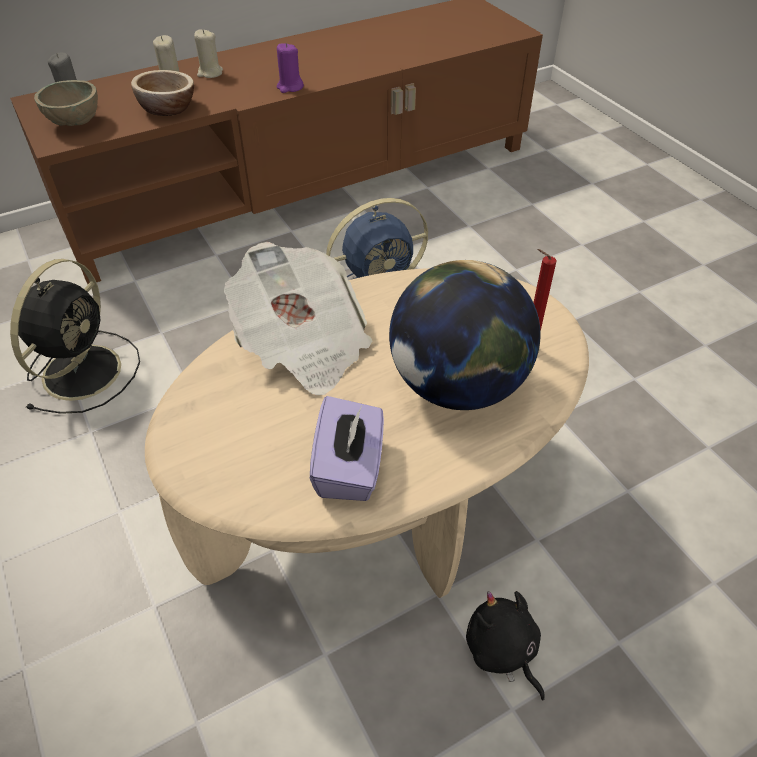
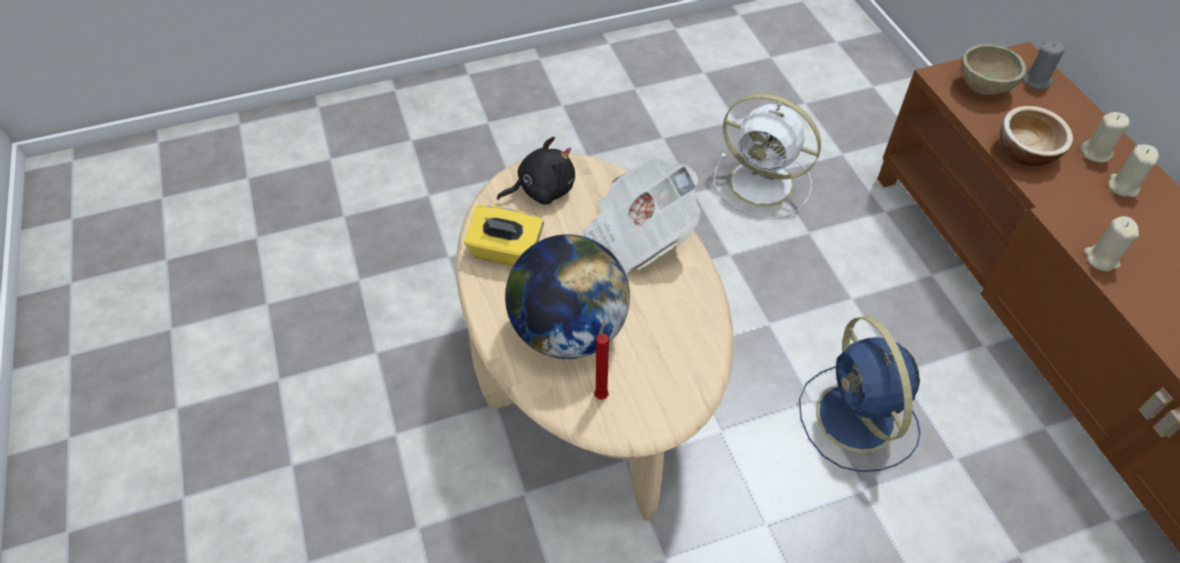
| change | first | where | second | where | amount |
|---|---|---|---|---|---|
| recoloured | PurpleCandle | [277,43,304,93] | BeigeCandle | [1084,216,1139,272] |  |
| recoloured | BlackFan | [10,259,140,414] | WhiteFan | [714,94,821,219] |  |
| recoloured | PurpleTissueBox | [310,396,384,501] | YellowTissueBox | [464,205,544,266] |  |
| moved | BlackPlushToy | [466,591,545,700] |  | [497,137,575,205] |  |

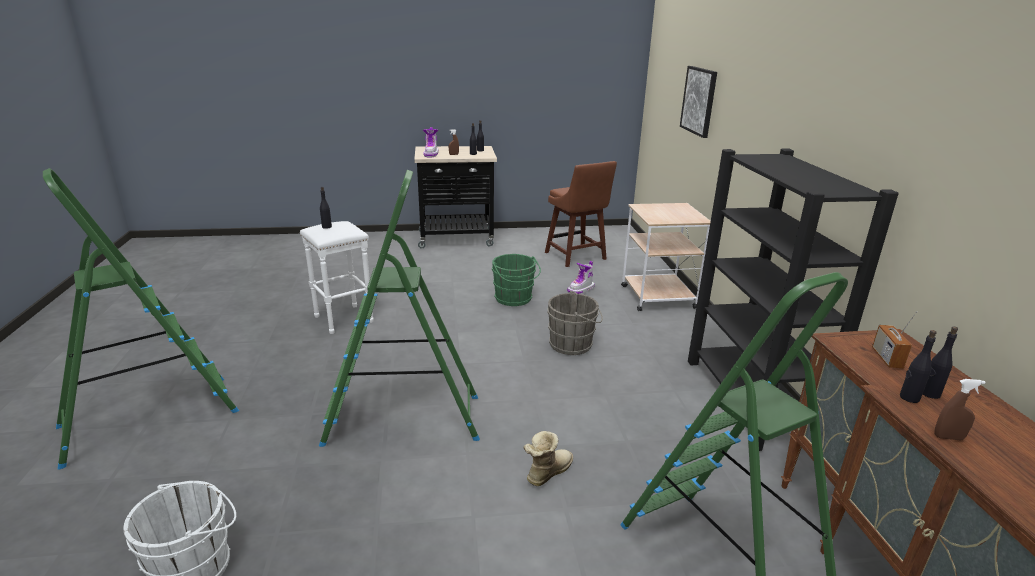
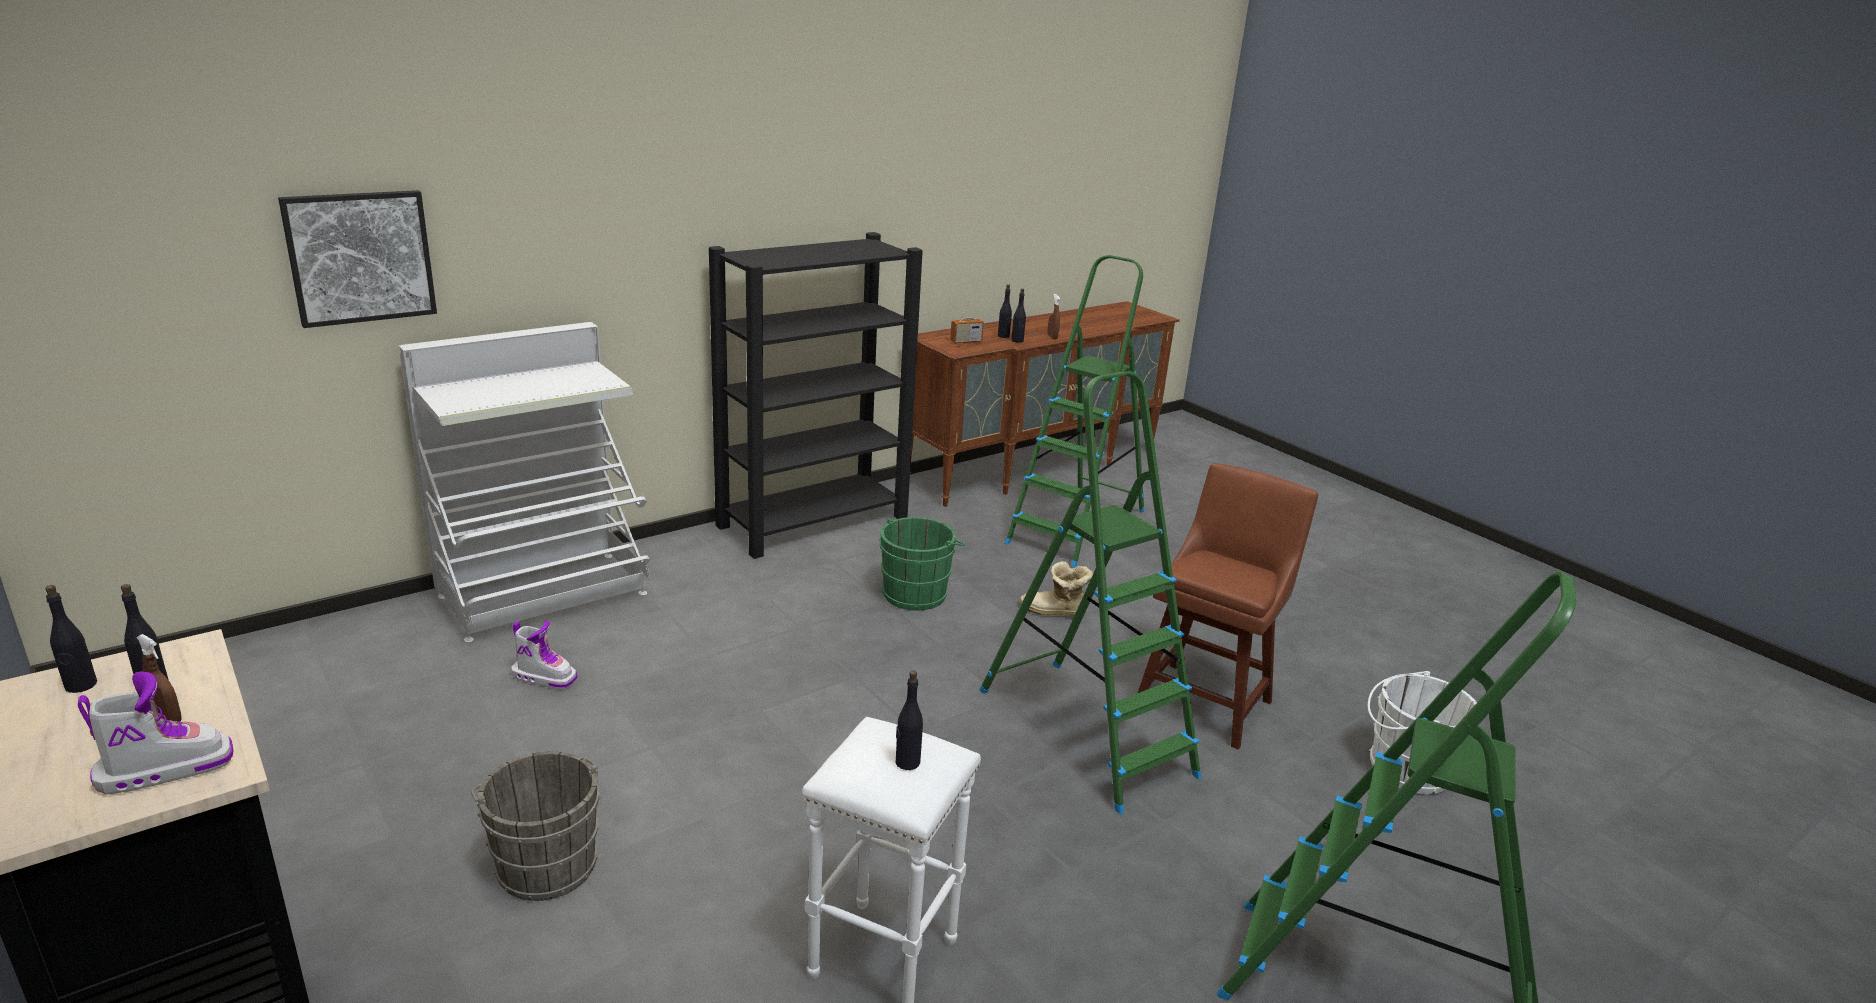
| change | first | where | second | where | amount |
|---|---|---|---|---|---|
| moved | BrownChair | [545,161,617,267] |  | [1138,463,1318,750] |  |
| replaced | BeigeCart | [621,203,711,311] | WhiteShoeRack | [398,322,650,642] |  |
| moved | GreenBucket | [492,254,541,306] |  | [879,517,965,611] |  |
| moved | GreyBucket | [547,291,603,355] |  | [471,751,600,901] |  |

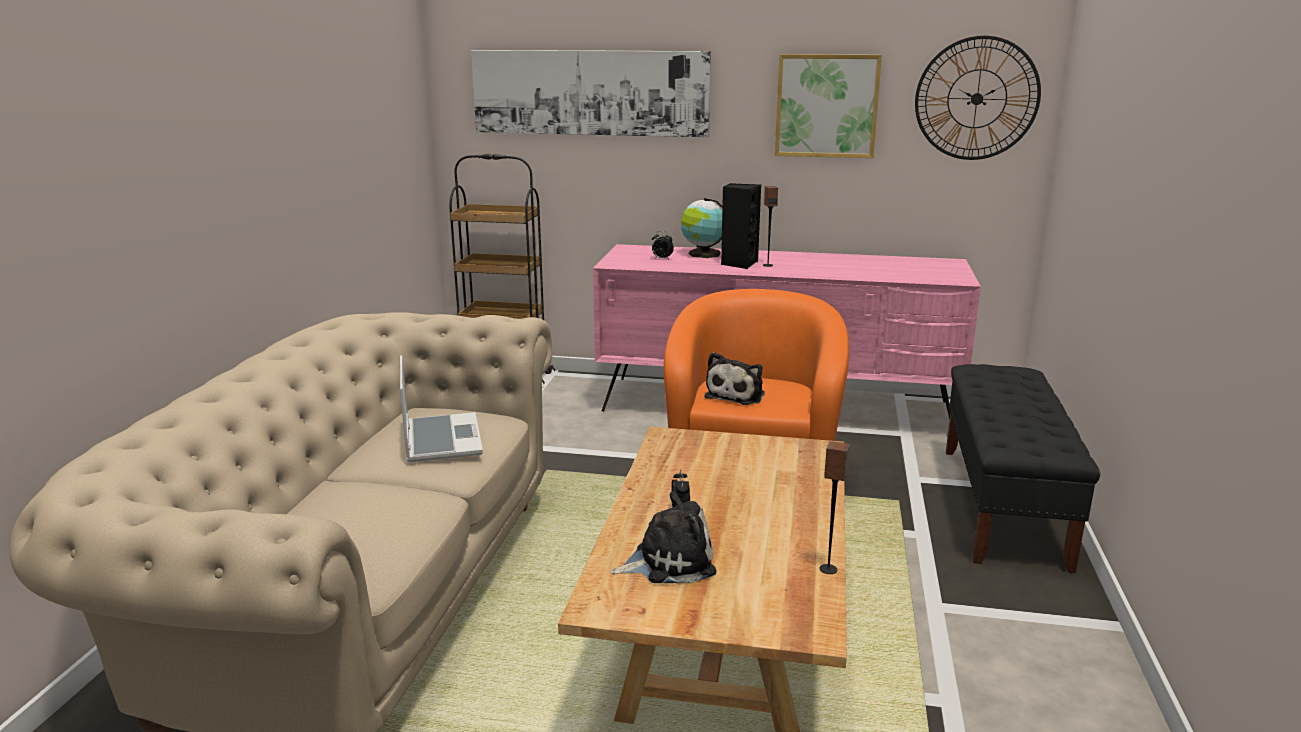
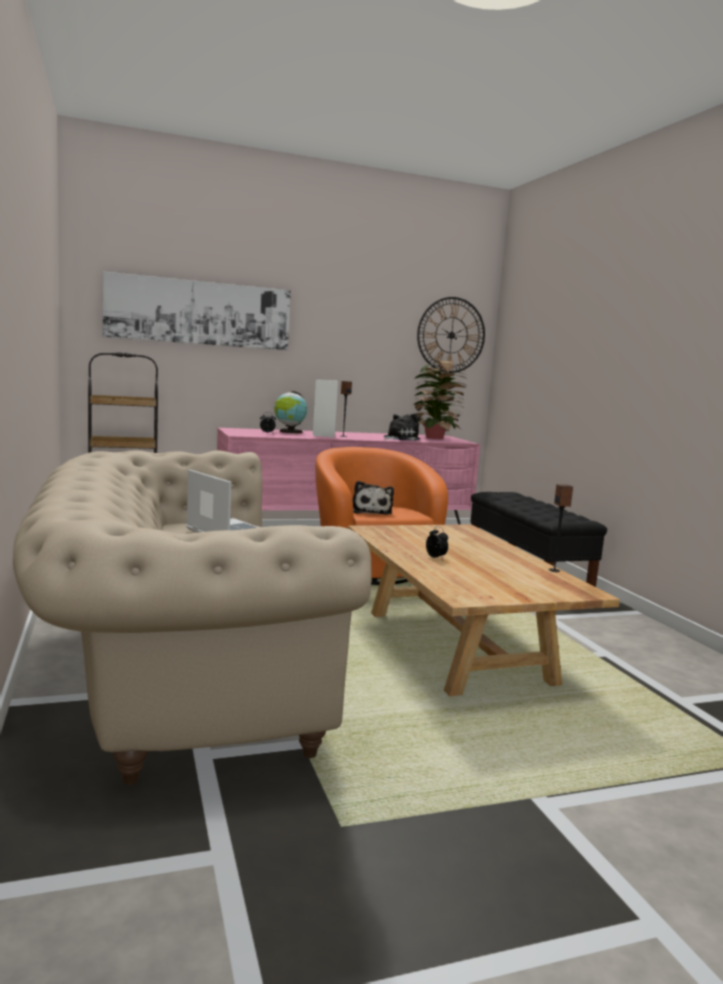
| change | first | where | second | where | amount |
|---|---|---|---|---|---|
| removed | Picture | [775,54,882,158] |  |  |  |
| recoloured | BlackSpeaker | [721,183,761,269] | WhiteSpeaker | [313,379,338,438] |  |
| moved | PlushToy | [611,491,717,584] |  | [384,414,420,441] |  |
| added |  |  | PottedPlant | [413,360,467,439] |  |

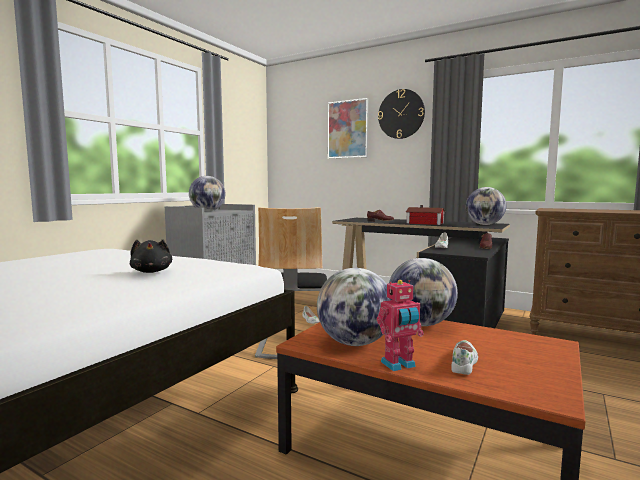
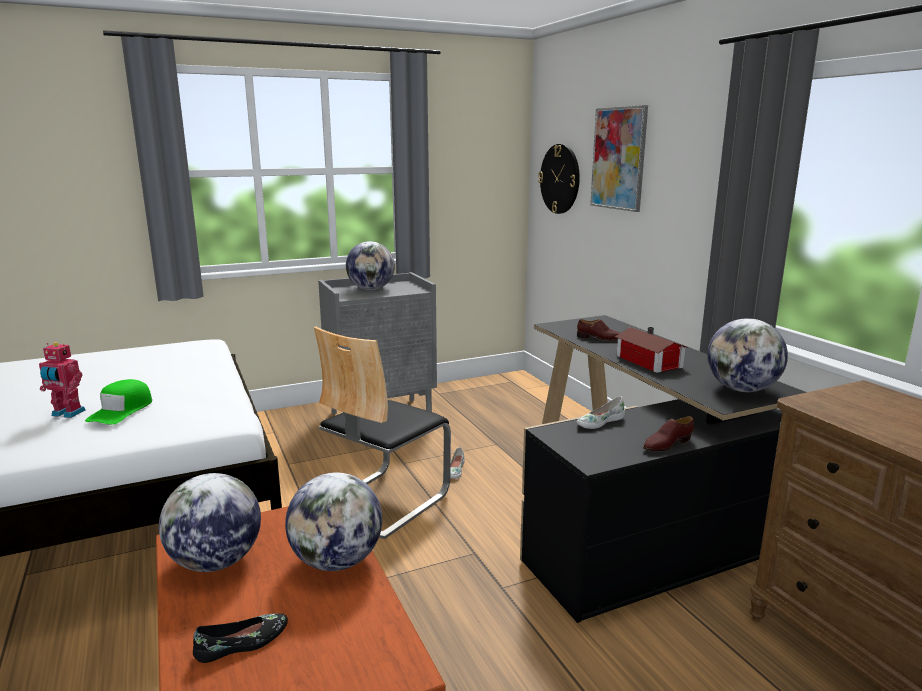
| change | first | where | second | where | amount |
|---|---|---|---|---|---|
| moved | WallClock | [378,89,425,139] |  | [538,144,580,214] |  |
| replaced | BlackPlushToy | [130,239,172,273] | GreenCap | [85,379,152,425] |  |
| moved | ToyRobot | [377,280,424,371] |  | [39,342,85,418] |  |
| recoloured | WhiteShoe | [451,340,478,375] | BlackShoe | [193,613,288,663] |  |

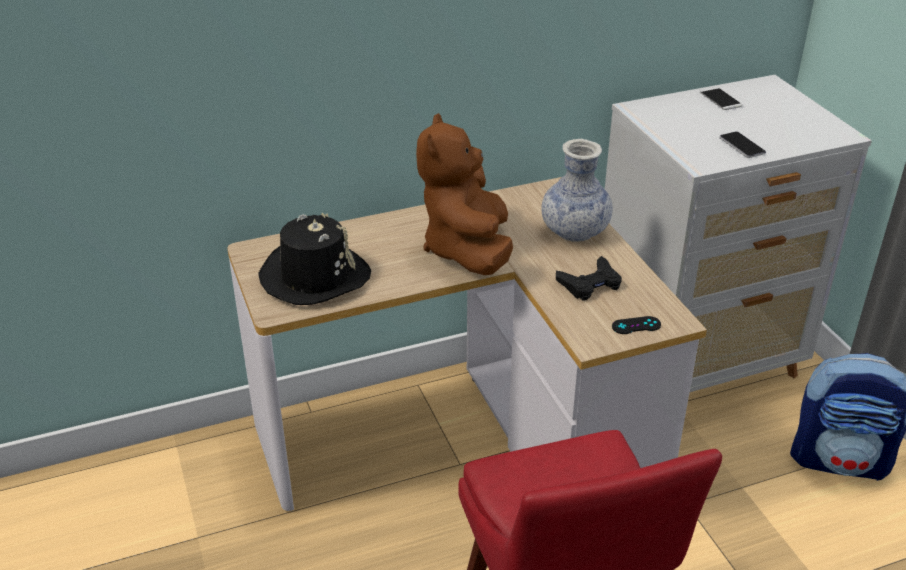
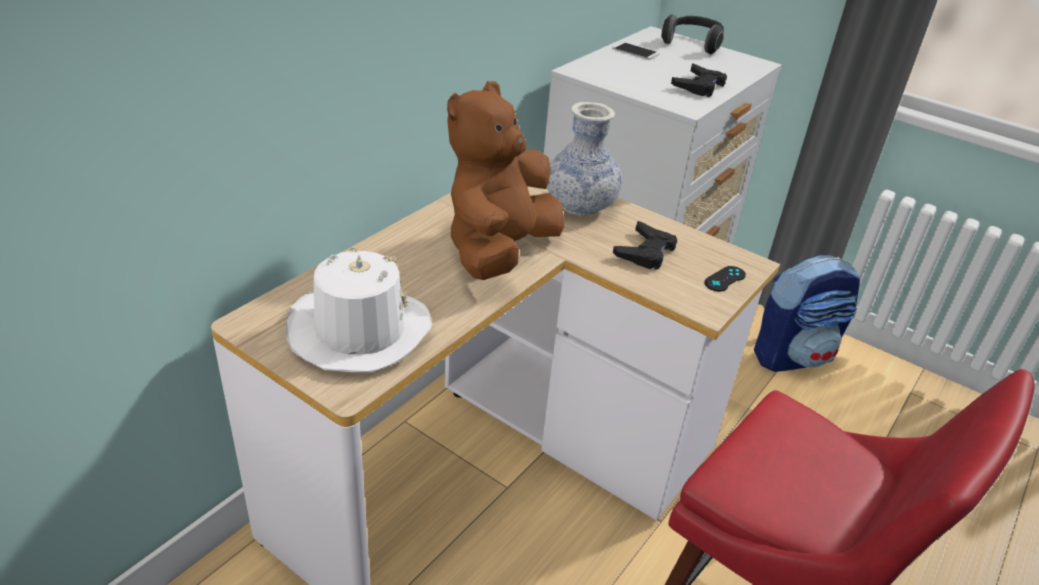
| change | first | where | second | where | amount |
|---|---|---|---|---|---|
| turned | BrownPlushToy | [416,113,513,275] |  | [447,81,564,280] | 60 degrees clockwise |
| replaced | Phone | [719,131,766,158] | BlackGameController | [671,63,727,97] |  |
| recoloured | BlackHat | [258,213,371,305] | WhiteHat | [286,247,432,372] |  |
| added |  |  | Headphones | [661,15,724,54] |  |

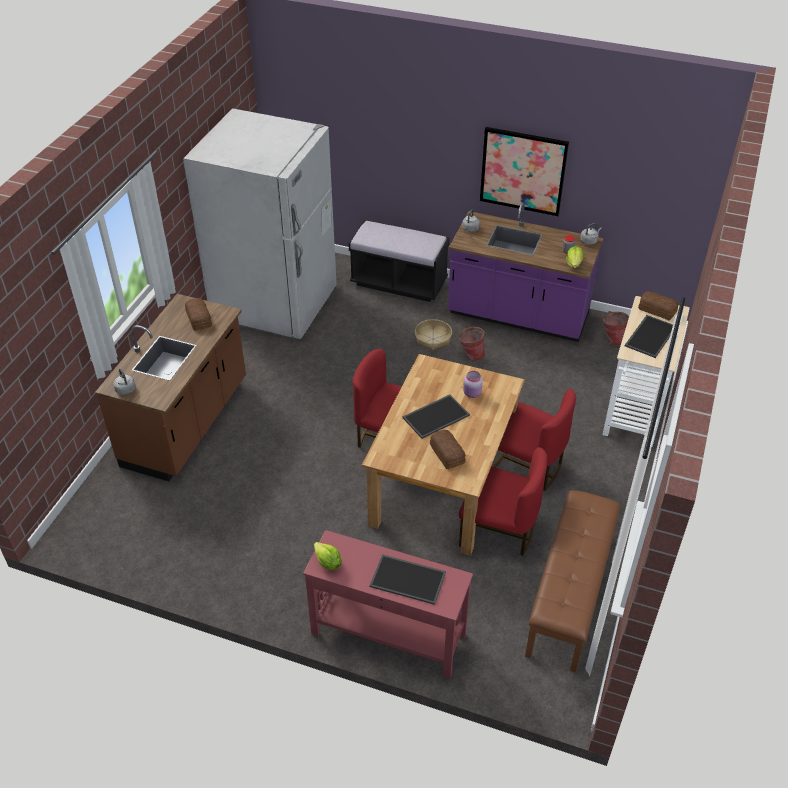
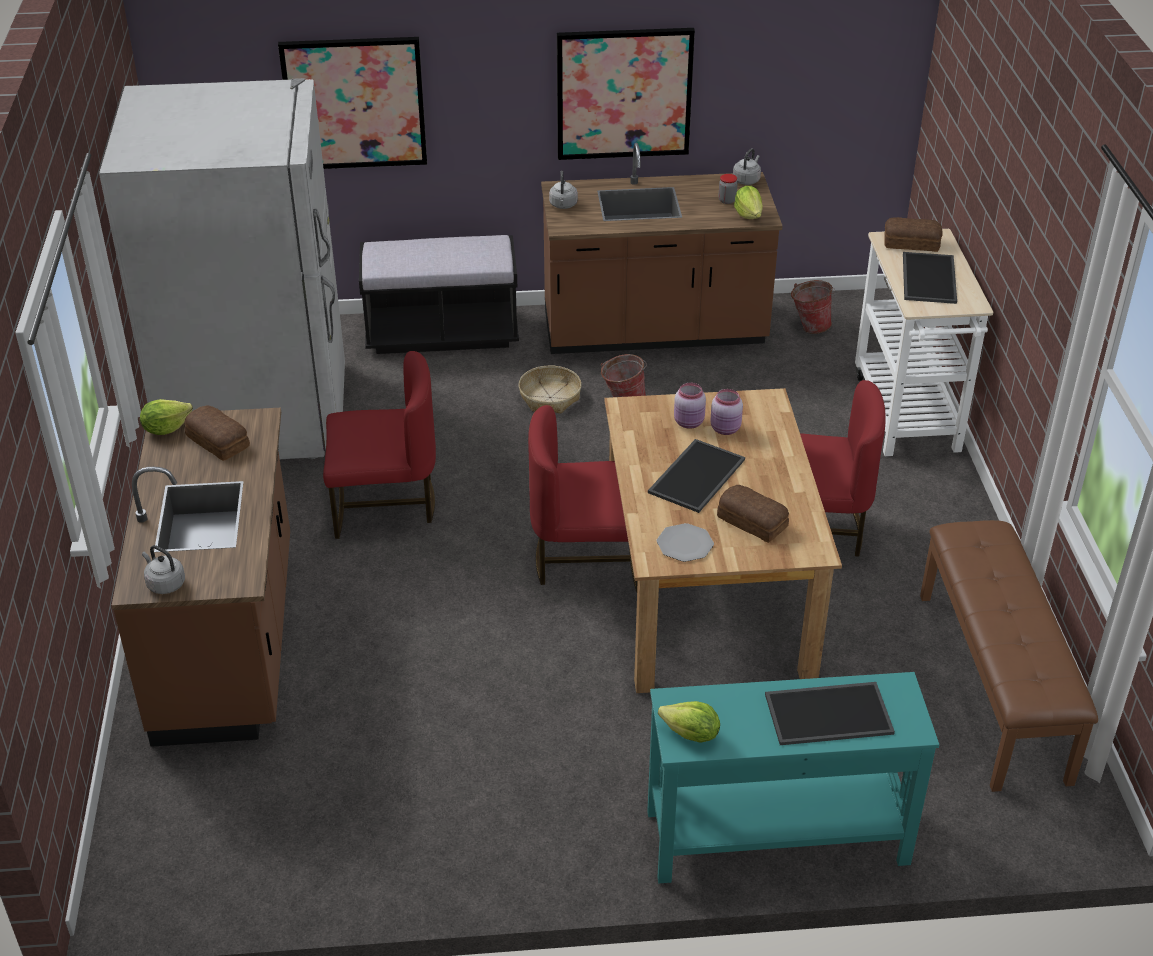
| change | first | where | second | where | amount |
|---|---|---|---|---|---|
| recoloured | PurpleCounter | [448,203,603,342] | BrownCounter | [541,143,782,354] |  |
| moved | RedChair | [459,447,547,556] |  | [323,351,436,539] |  |
| recoloured | RedConsoleTable | [303,530,473,679] | TurquoiseConsoleTable | [647,672,939,883] |  |
| added |  |  | Picture | [278,37,427,169] |  |
| added |  |  | PinkJar | [674,383,706,429] |  |
| added |  |  | Lettuce | [140,399,193,435] |  |
| added |  |  | Plate | [657,523,714,562] |  |

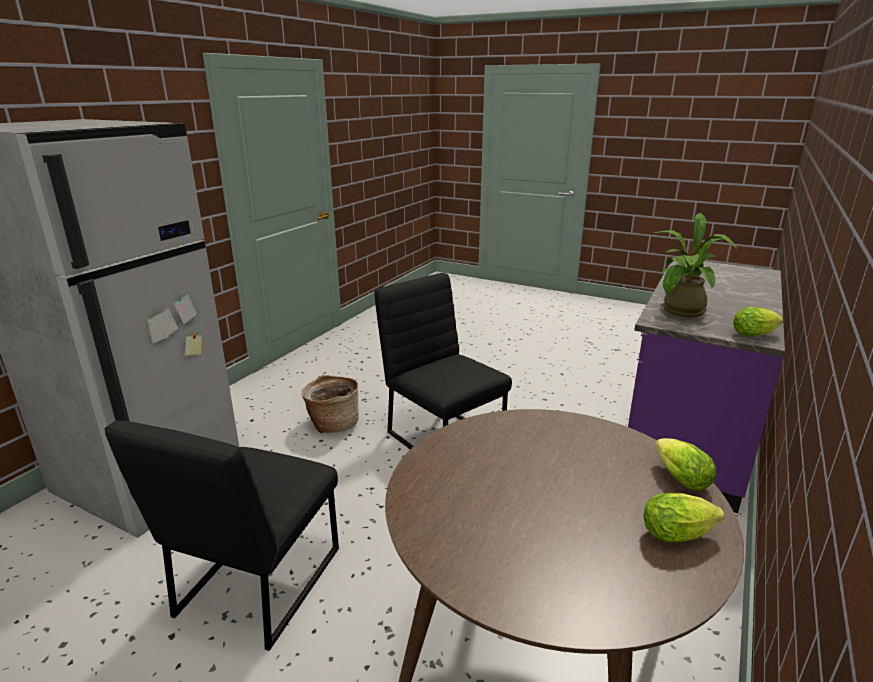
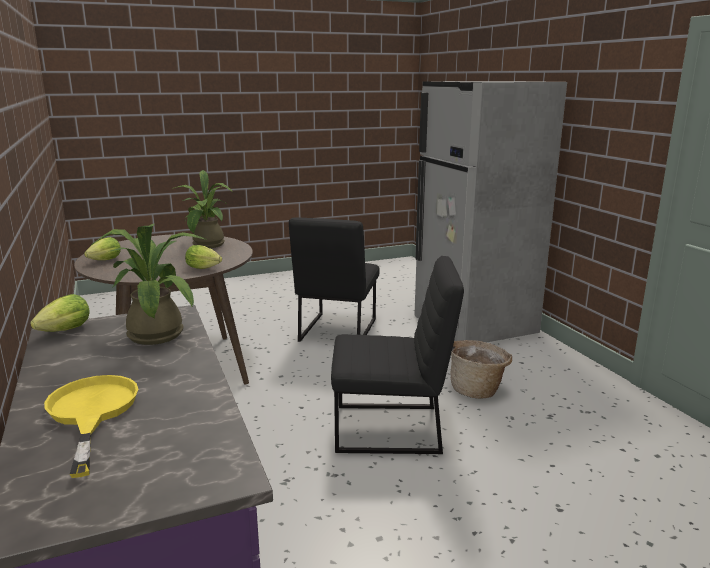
| change | first | where | second | where | amount |
|---|---|---|---|---|---|
| turned | BlackChair | [105,421,339,651] |  | [289,217,380,342] | 135 degrees counterclockwise |
| moved | Lettuce | [655,438,716,491] |  | [185,245,222,269] |  |
| added |  |  | PottedPlant | [172,170,233,248] |  |
| added |  |  | YellowFryingPan | [44,375,138,478] |  |

